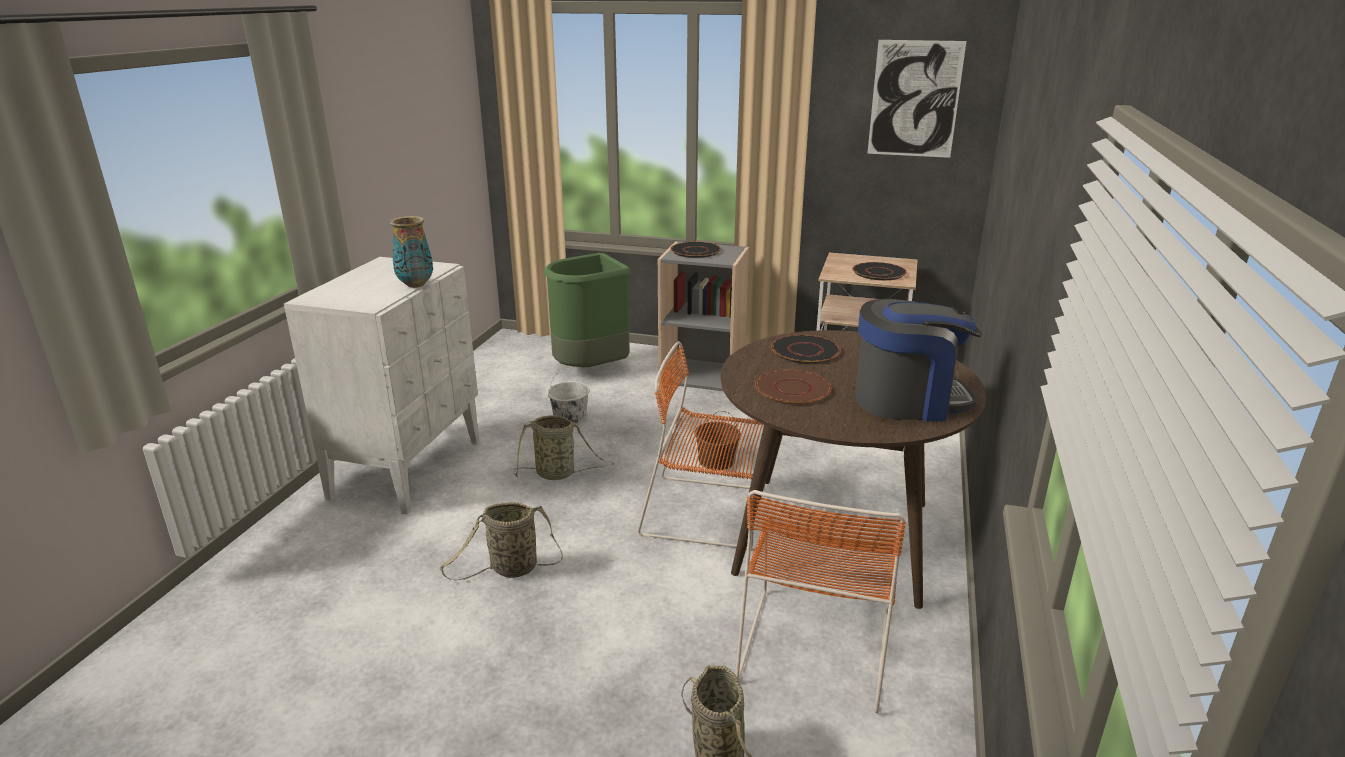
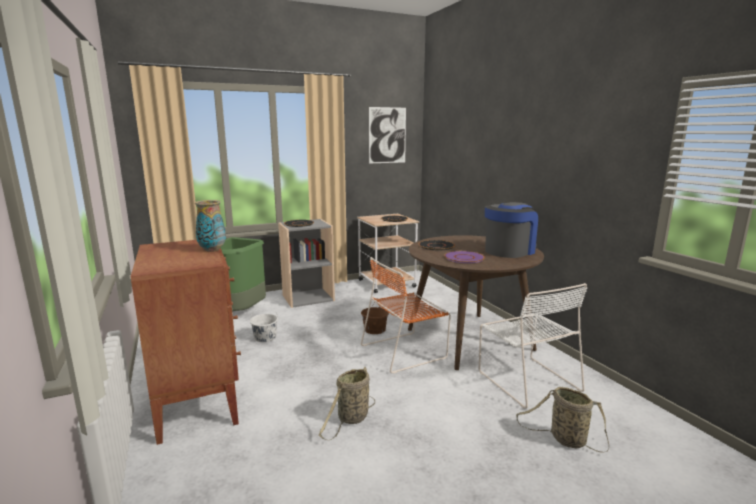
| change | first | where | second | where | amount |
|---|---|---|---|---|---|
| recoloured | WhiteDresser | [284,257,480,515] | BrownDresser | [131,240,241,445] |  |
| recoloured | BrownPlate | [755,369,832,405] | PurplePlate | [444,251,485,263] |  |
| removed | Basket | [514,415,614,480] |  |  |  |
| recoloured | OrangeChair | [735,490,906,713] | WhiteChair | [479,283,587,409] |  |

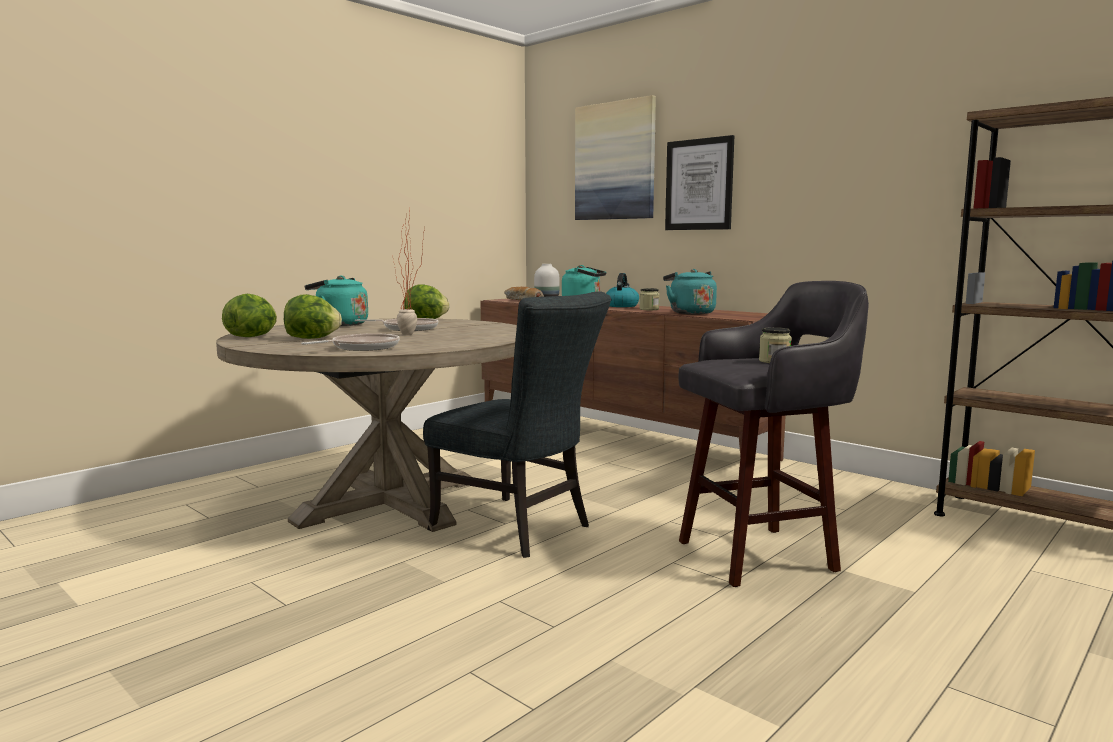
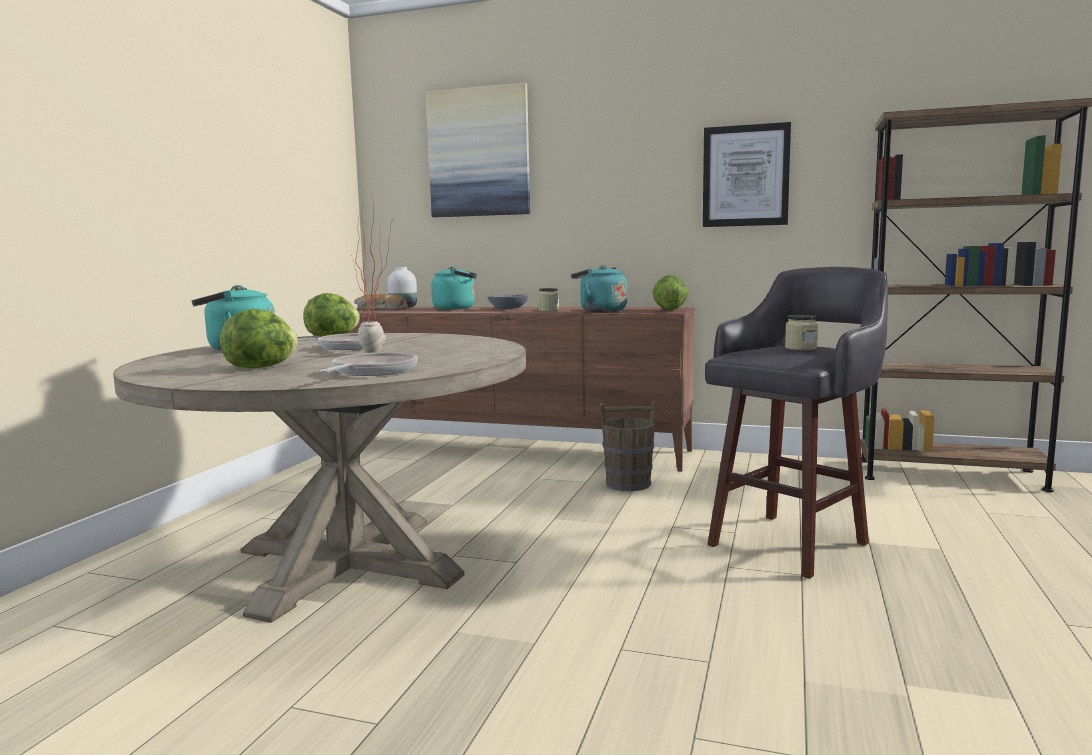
| change | first | where | second | where | amount |
|---|---|---|---|---|---|
| moved | Picture | [665,135,734,230] |  | [703,122,791,227] |  |
| replaced | Kettle | [606,273,639,307] | GreyBowl | [487,294,529,309] |  |
| removed | GreyChair | [423,291,612,558] |  |  |  |
| moved | Lettuce | [222,294,277,337] |  | [653,275,688,311] |  |
| added |  |  | BrownBucket | [598,402,658,491] |  |

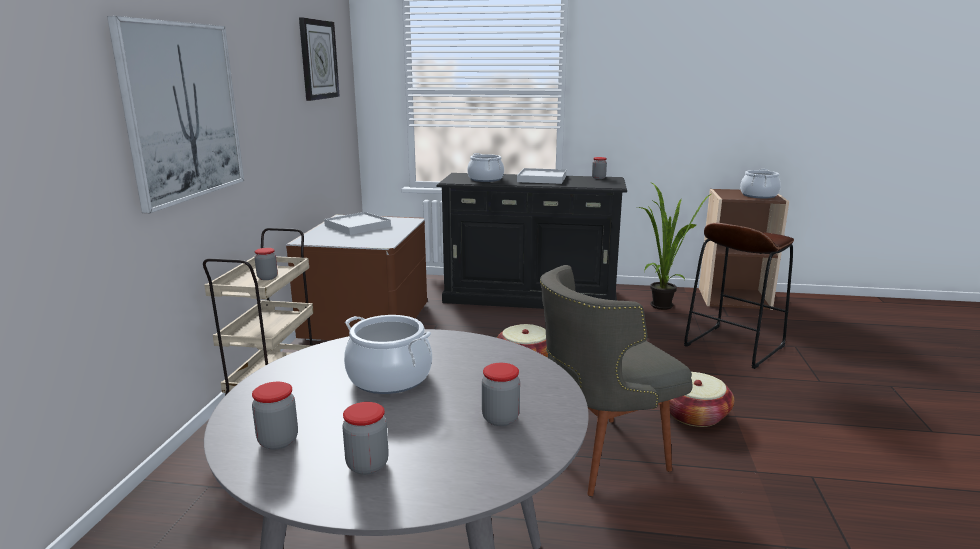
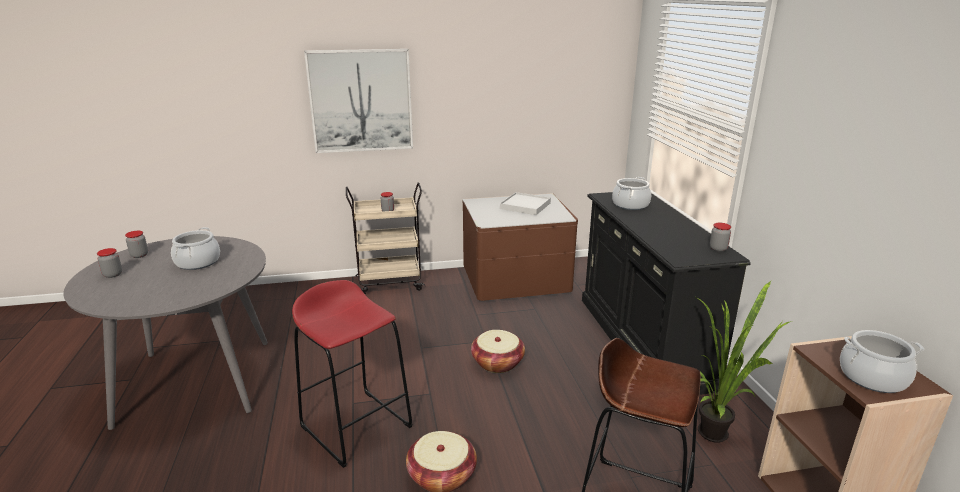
| change | first | where | second | where | amount |
|---|---|---|---|---|---|
| removed | WallClock | [299,18,340,101] |  |  |  |
| removed | WhiteTray | [517,168,566,184] |  |  |  |
| replaced | GreyChair | [540,265,693,497] | RedStool | [292,280,413,468] |  |
| removed | Jar | [482,363,520,426] |  |  |  |

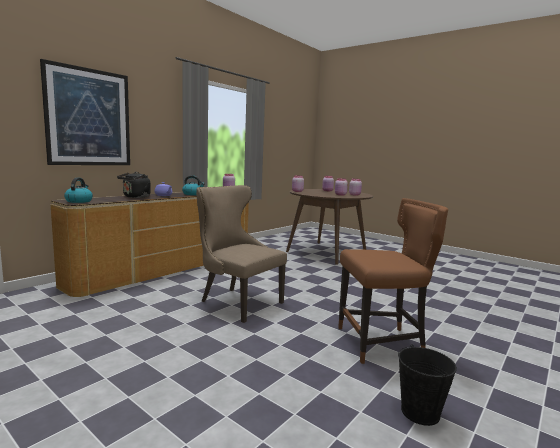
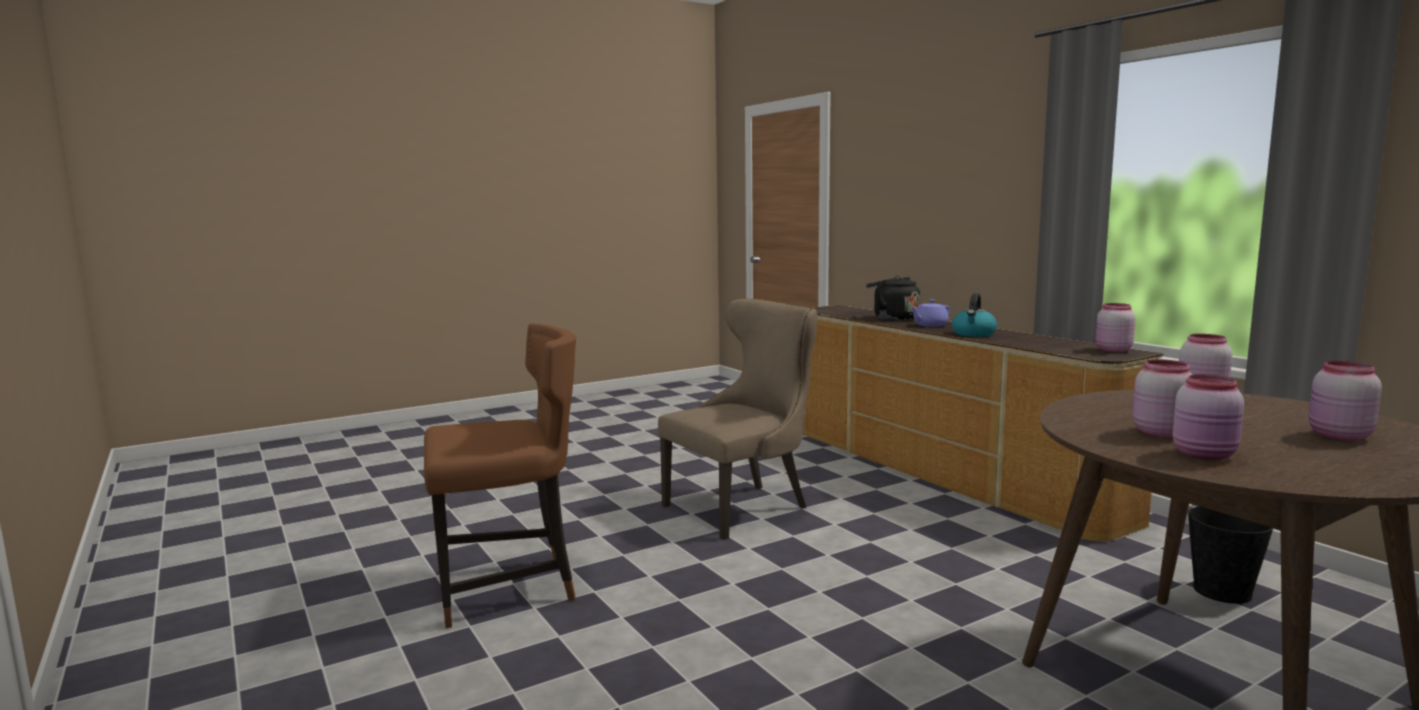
| change | first | where | second | where | amount |
|---|---|---|---|---|---|
| removed | Picture | [40,59,130,165] |  |  |  |
| removed | Kettle | [64,178,93,203] |  |  |  |
| turned | BrownChair | [338,198,448,364] |  | [424,323,576,628] | 120 degrees counterclockwise |
| moved | BlackBucket | [398,344,457,426] |  | [1188,505,1274,604] |  |

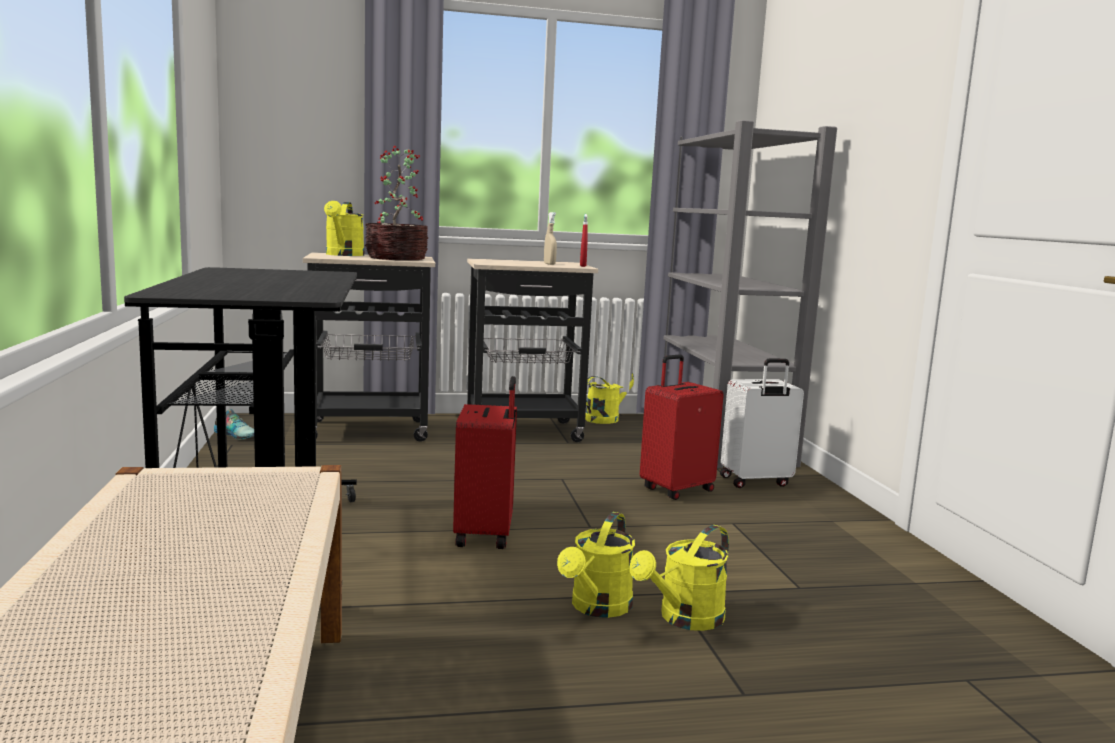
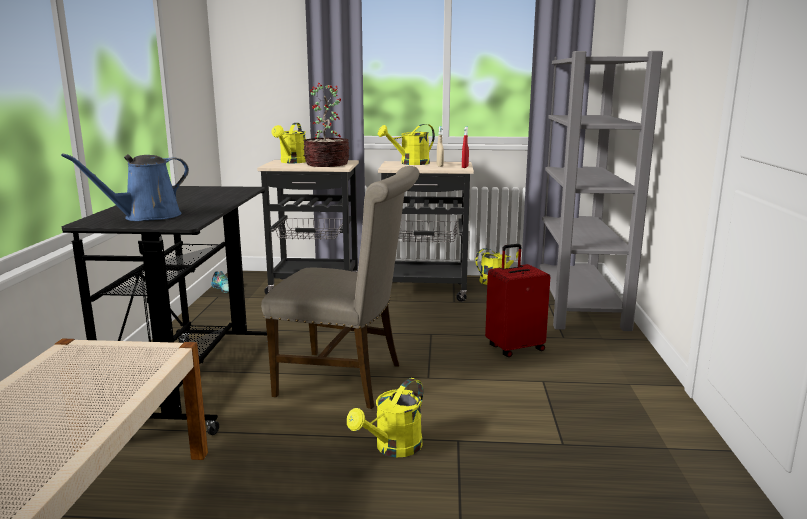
| change | first | where | second | where | amount |
|---|---|---|---|---|---|
| removed | WhiteSuitcase | [720,359,804,488] |  |  |  |
| replaced | RedSuitcase | [453,376,517,549] | BeigeChair | [261,166,419,409] |  |
| moved | YellowWateringCan | [630,525,729,631] |  | [378,124,435,165] |  |
| added |  |  | BlueWateringCan | [61,153,189,221] |  |

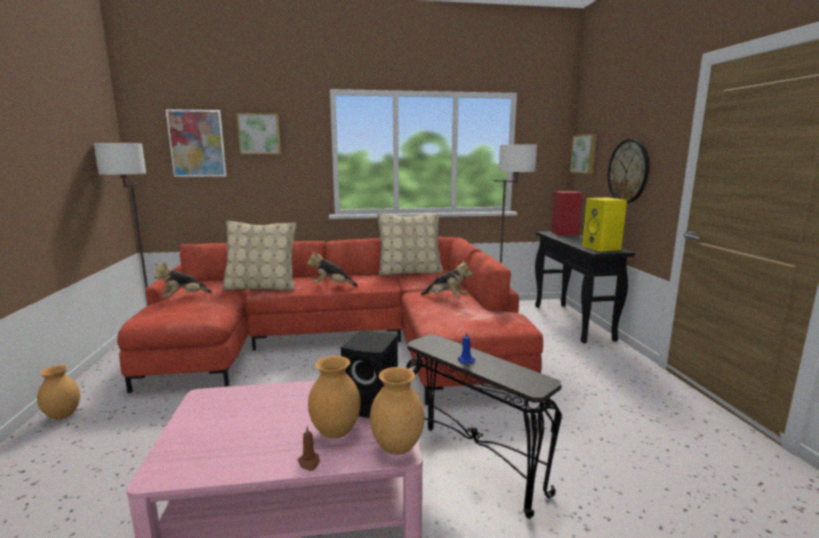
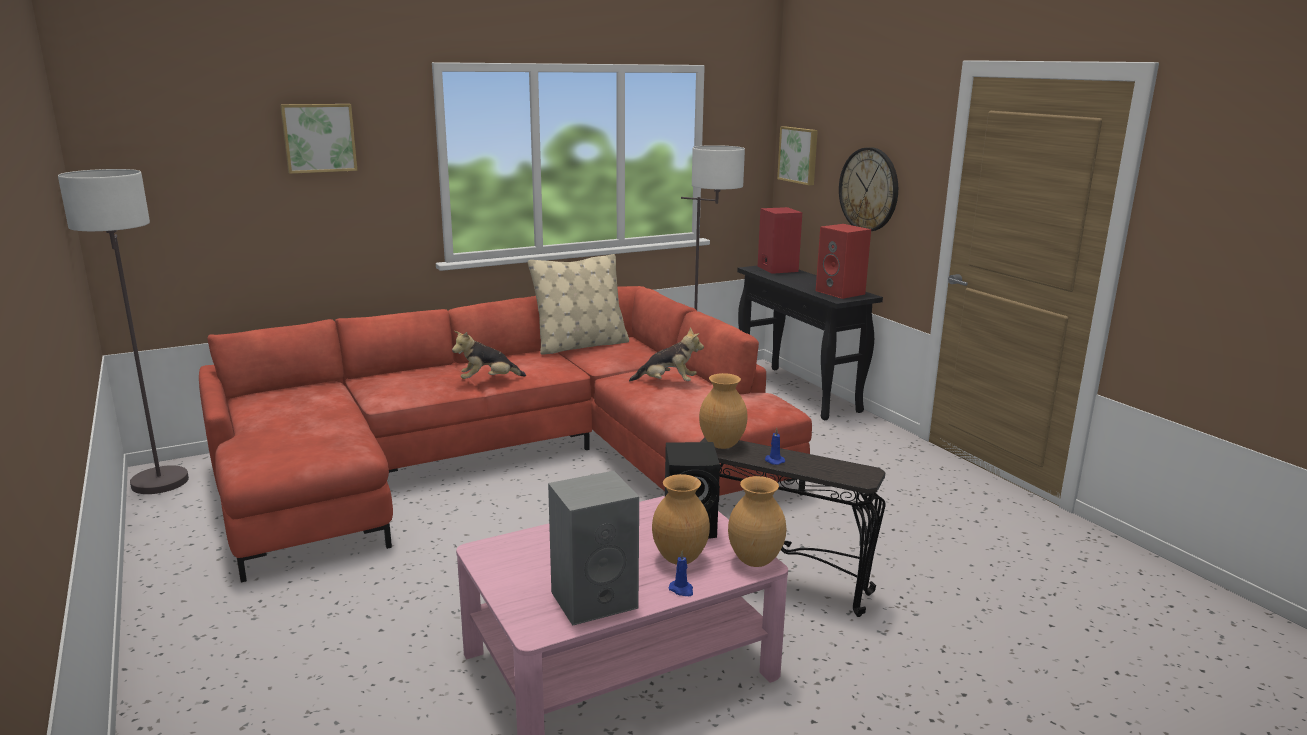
| change | first | where | second | where | amount |
|---|---|---|---|---|---|
| removed | Picture | [166,109,227,177] |  |  |  |
| recoloured | YellowSpeaker | [582,197,627,252] | RedSpeaker | [816,224,871,299] |  |
| removed | BeigePillow | [222,221,296,290] |  |  |  |
| removed | PlushToy | [154,263,212,298] |  |  |  |
| moved | BrownVase | [37,365,80,420] |  | [699,373,748,449] |  |
| recoloured | BrownCandle | [298,426,320,471] | BlueCandle | [669,551,693,596] |  |
| added |  |  | GreySpeaker | [548,471,639,626] |  |

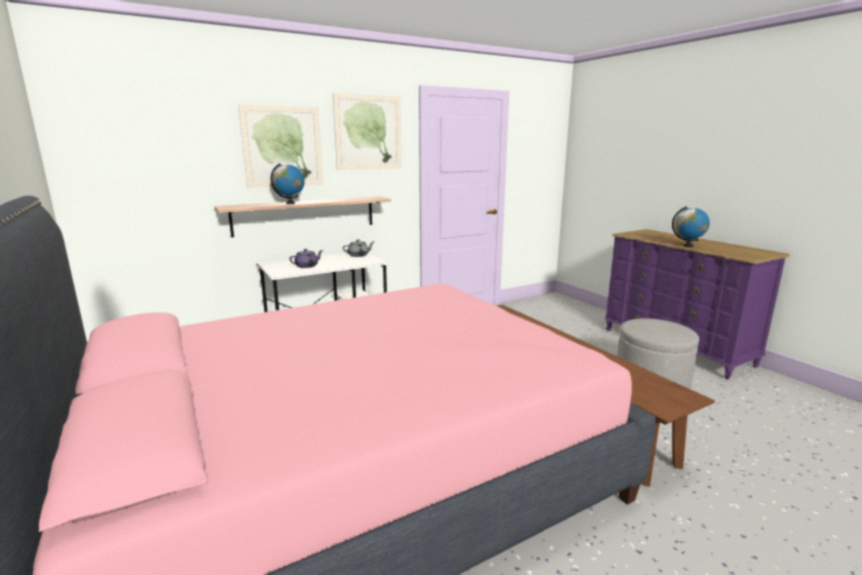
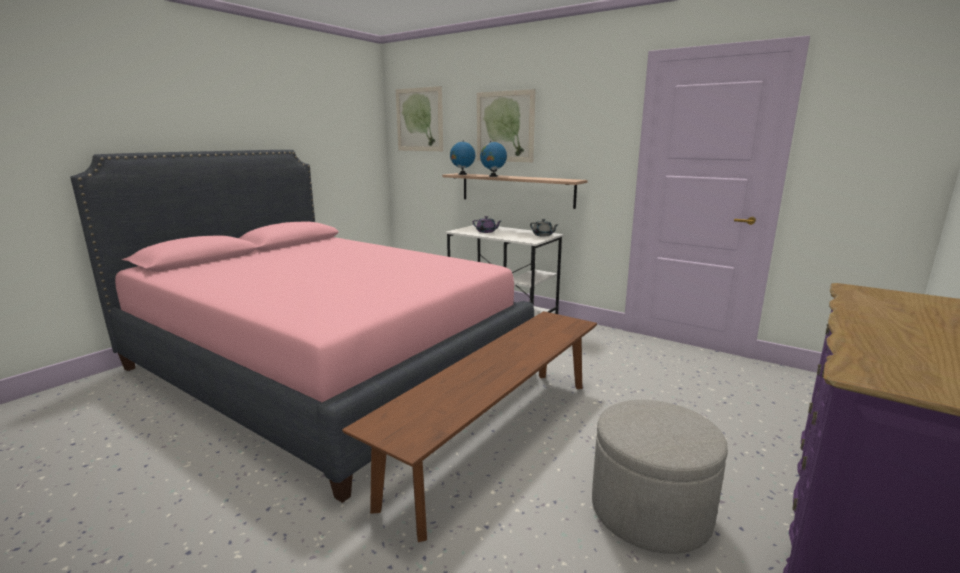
| change | first | where | second | where | amount |
|---|---|---|---|---|---|
| moved | Picture | [333,93,402,170] |  | [396,86,443,151] |  |
| moved | Globe | [672,206,710,247] |  | [450,140,475,175] |  |

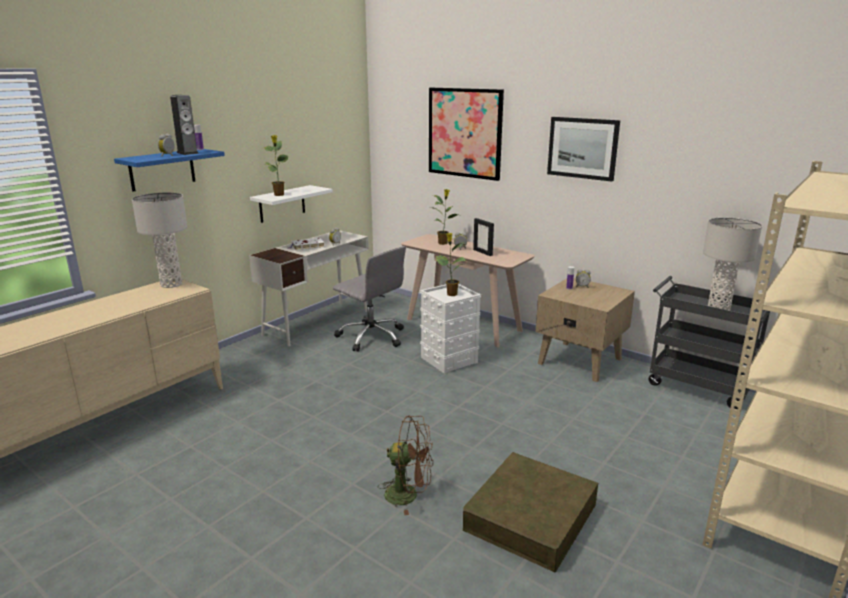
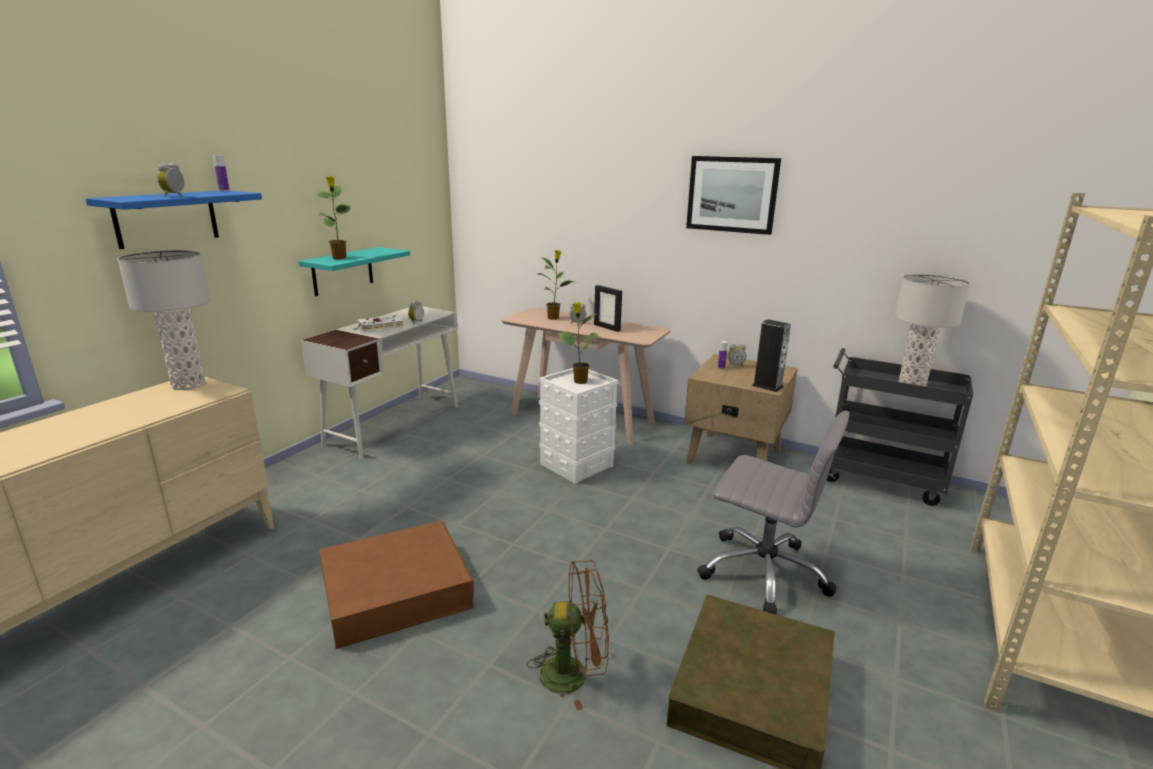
| change | first | where | second | where | amount |
|---|---|---|---|---|---|
| removed | Picture | [429,88,504,181] |  |  |  |
| moved | Speaker | [170,95,199,155] |  | [752,319,791,392] |  |
| recoloured | WhiteShelf | [250,185,333,223] | TurquoiseShelf | [298,247,410,296] |  |
| moved | GreyOfficeChair | [333,246,406,352] |  | [697,411,850,614] |  |
| added |  |  | BrownStorageBox | [319,521,474,649] |  |

